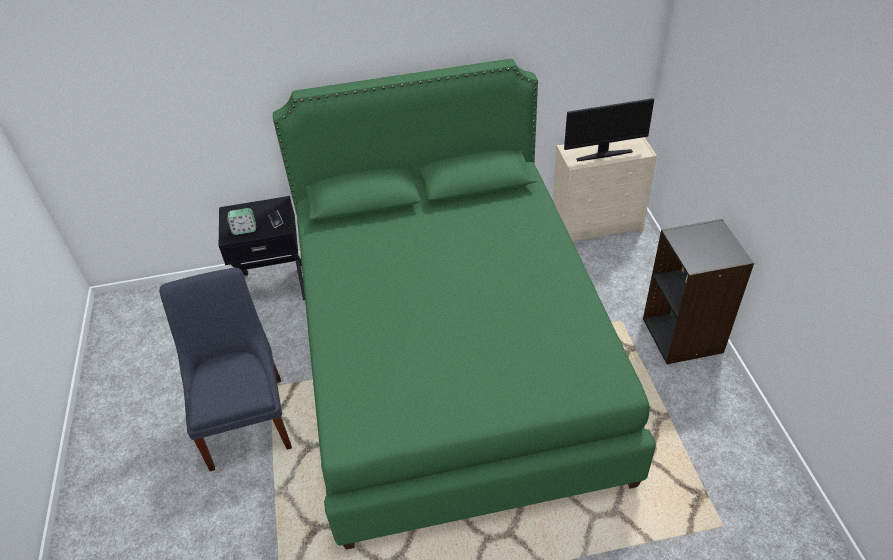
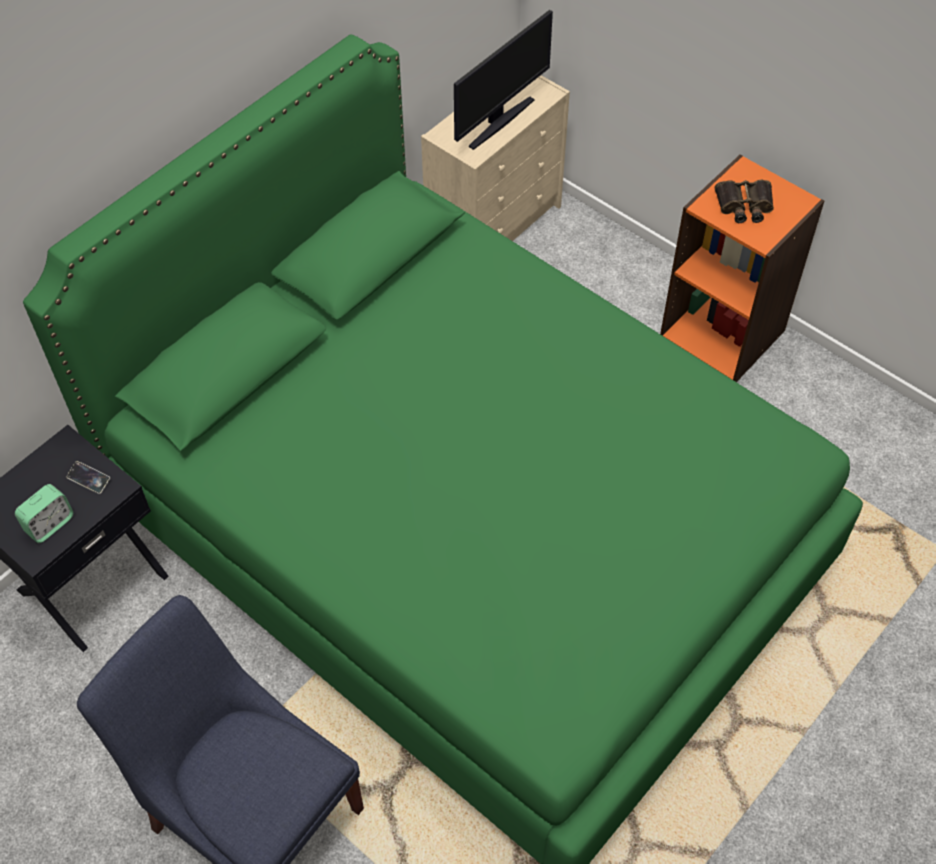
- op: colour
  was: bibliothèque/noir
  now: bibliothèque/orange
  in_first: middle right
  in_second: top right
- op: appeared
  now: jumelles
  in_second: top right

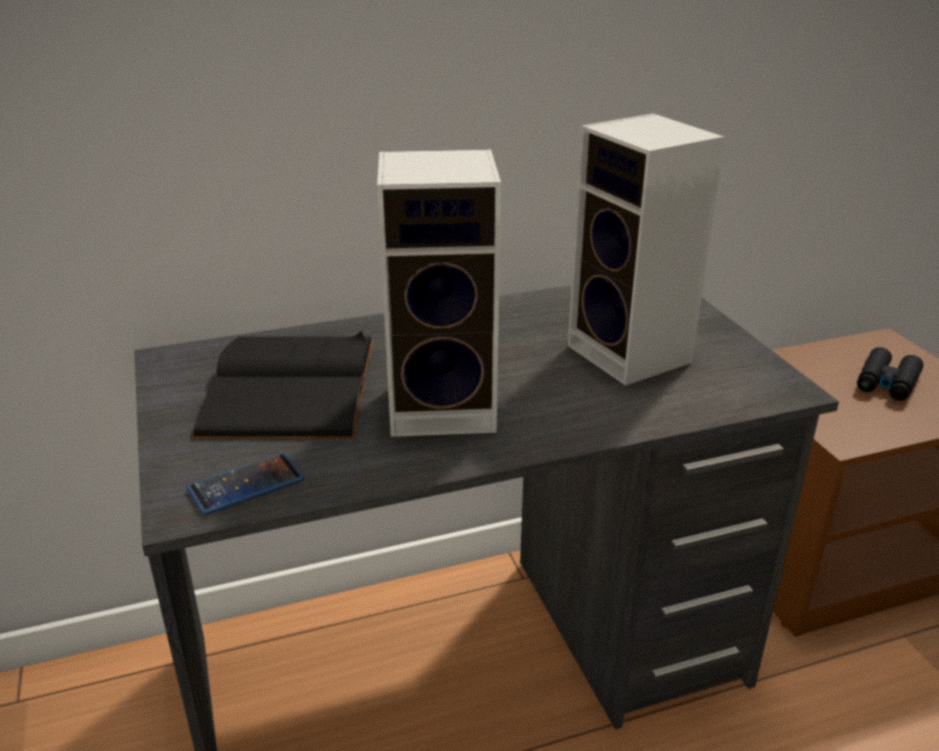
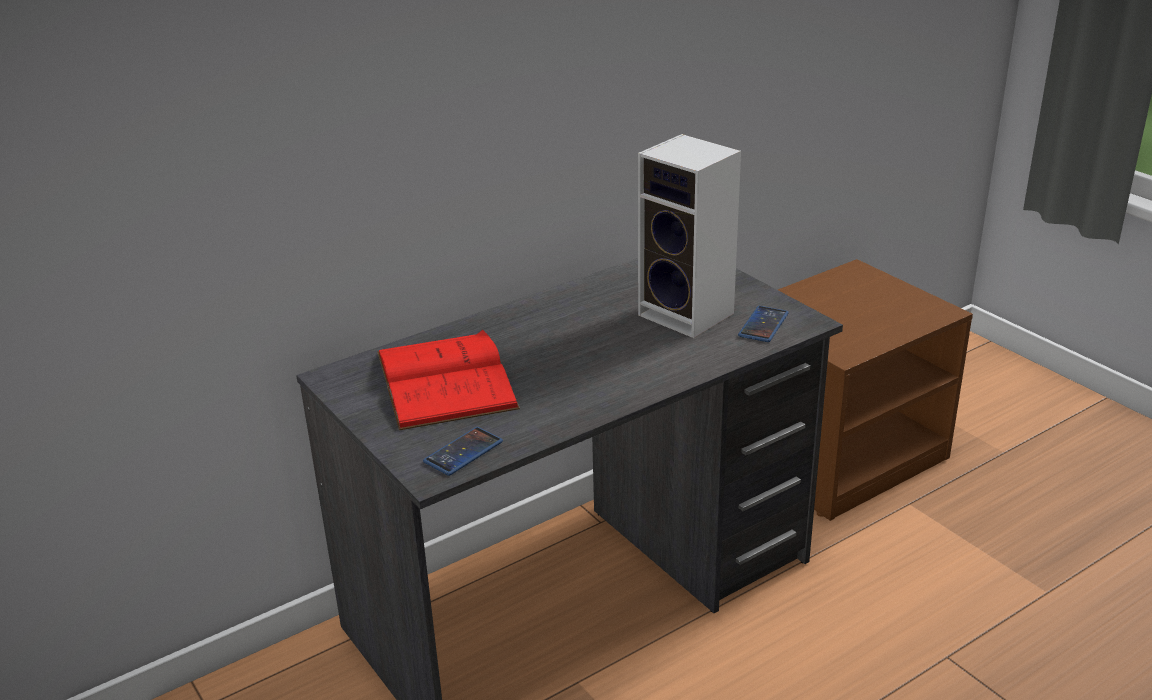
- op: missing
  was: enceinte (no. 1 from left)
  in_first: centre
- op: colour
  was: livre/noir
  now: livre/rouge
  in_first: middle left
  in_second: centre
- op: missing
  was: jumelles/noir
  in_first: middle right
- op: appeared
  now: téléphone (no. 2 from left)
  in_second: centre

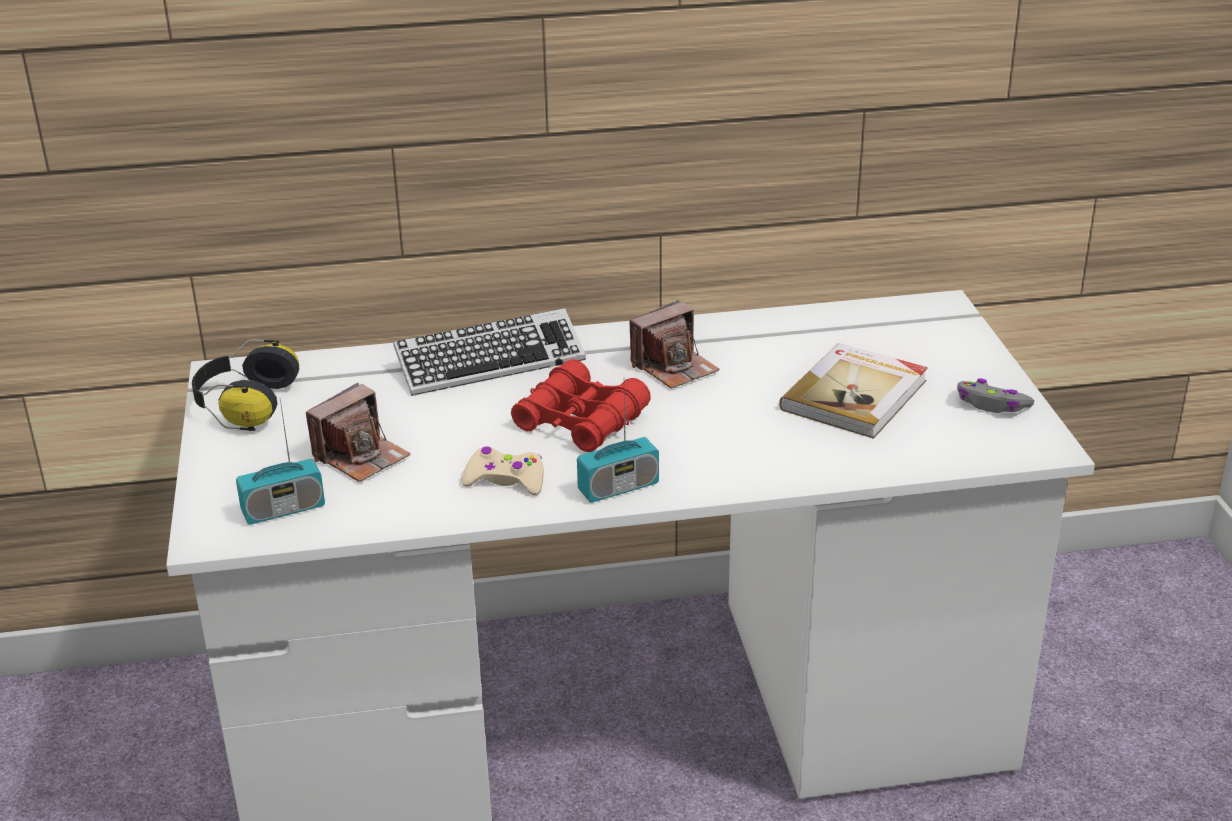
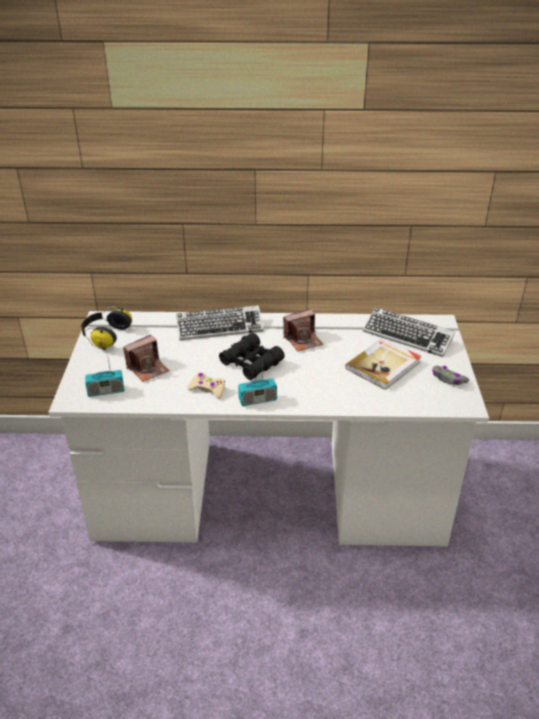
- op: colour
  was: jumelles/rouge
  now: jumelles/noir
  in_first: centre
  in_second: centre
- op: appeared
  now: clavier (no. 2 from left)
  in_second: middle right

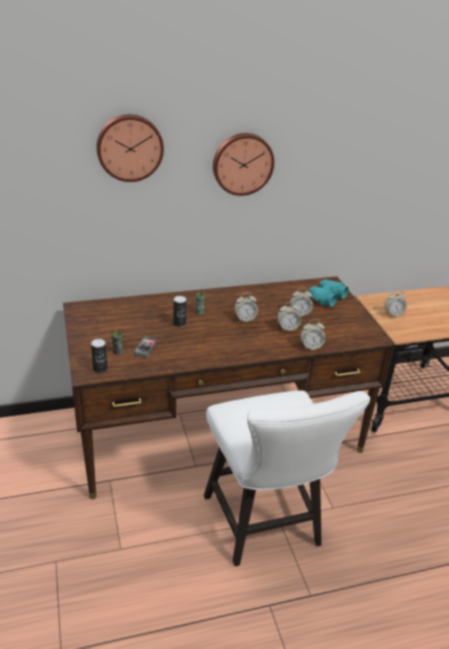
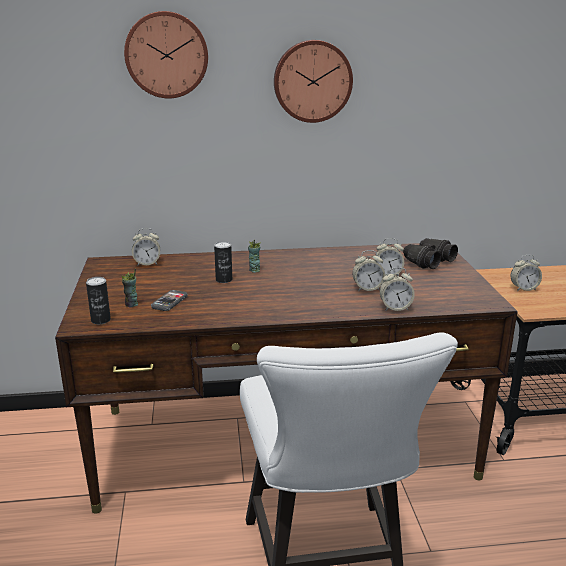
- op: colour
  was: jumelles/turquoise
  now: jumelles/noir
  in_first: middle right
  in_second: middle right
- op: relocated
  was: réveil (no. 1 from left)
  in_first: centre
  in_second: middle left

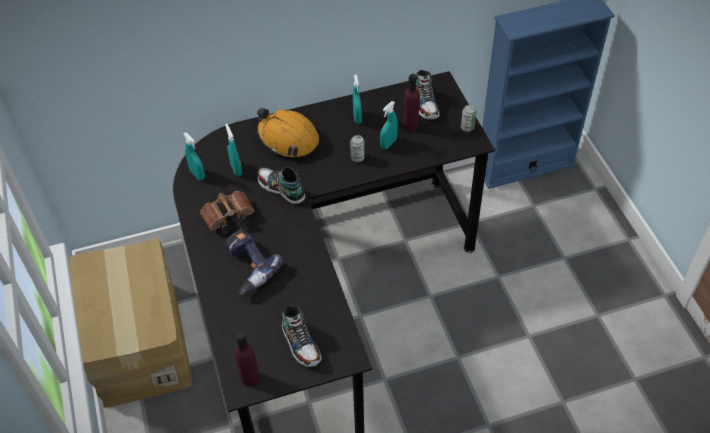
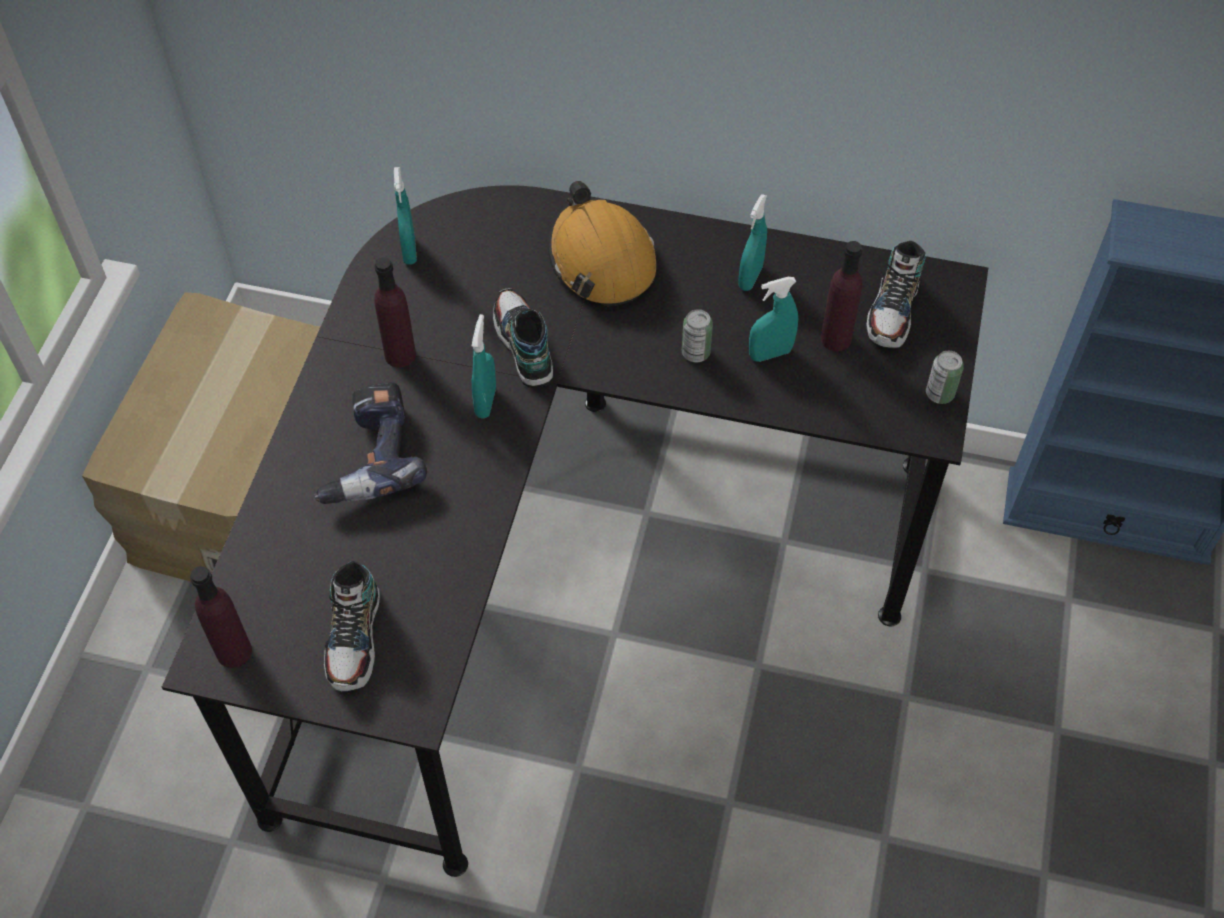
- op: relocated
  was: vaporisateur/turquoise (no. 2 from left)
  in_first: middle left
  in_second: centre
- op: exchanged
  was: jumelles/marron
  now: bouteille/violet (no. 2 from left)
  in_first: middle left
  in_second: middle left

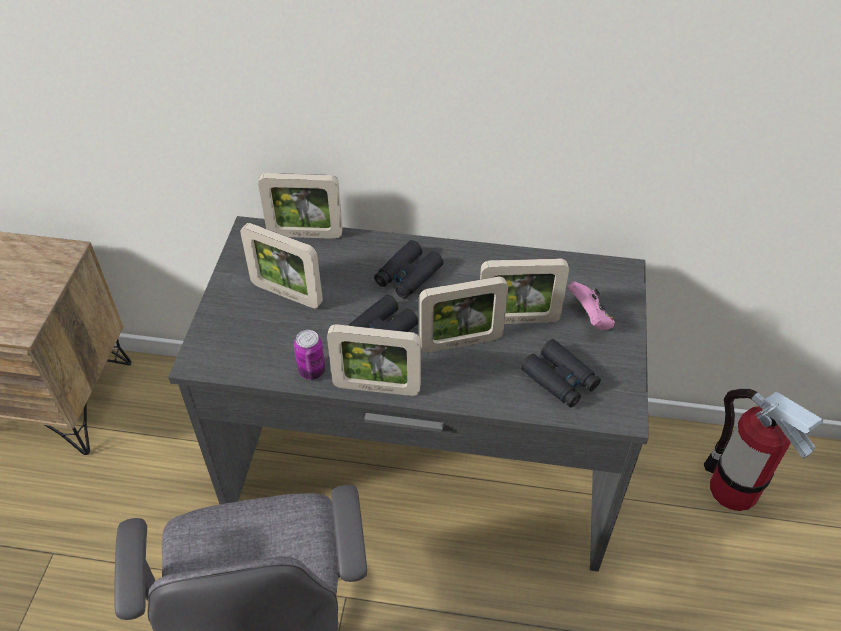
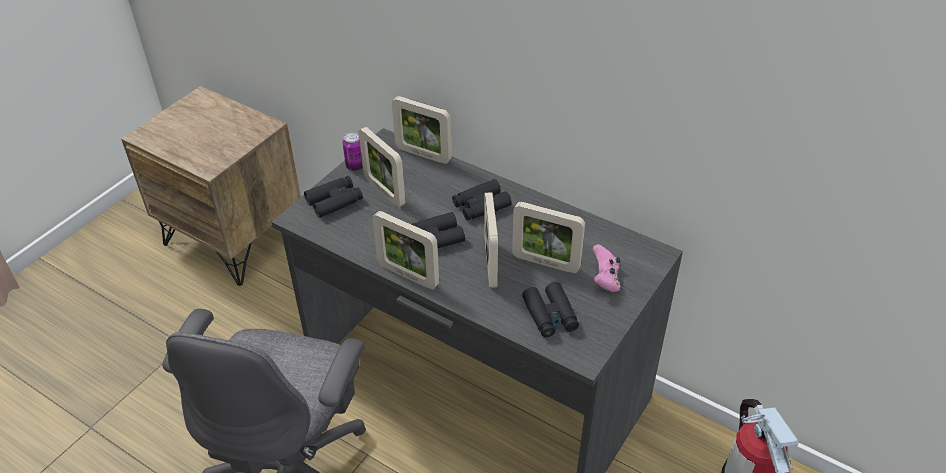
- op: spun
  was: cadre photo (no. 4 from left)
  in_first: centre
  in_second: centre
  clockwise: -105
- op: relocated
  was: boîte métallique
  in_first: centre
  in_second: top centre
- op: appeared
  now: jumelles/noir (no. 1 from left)
  in_second: centre

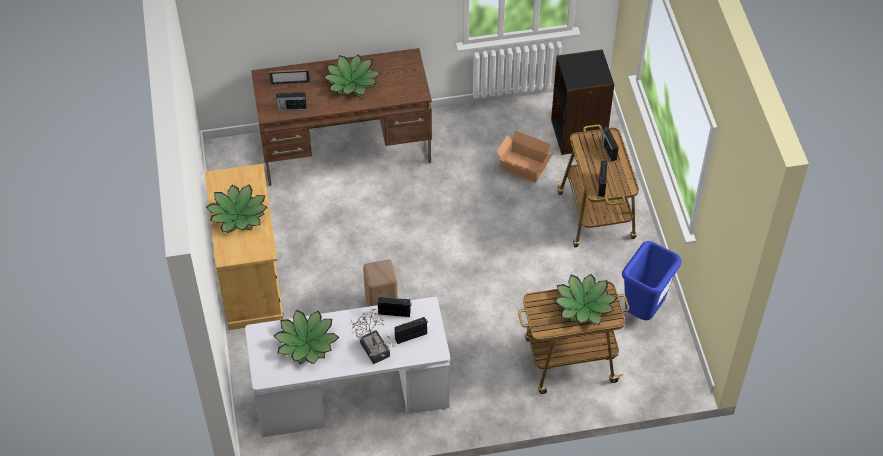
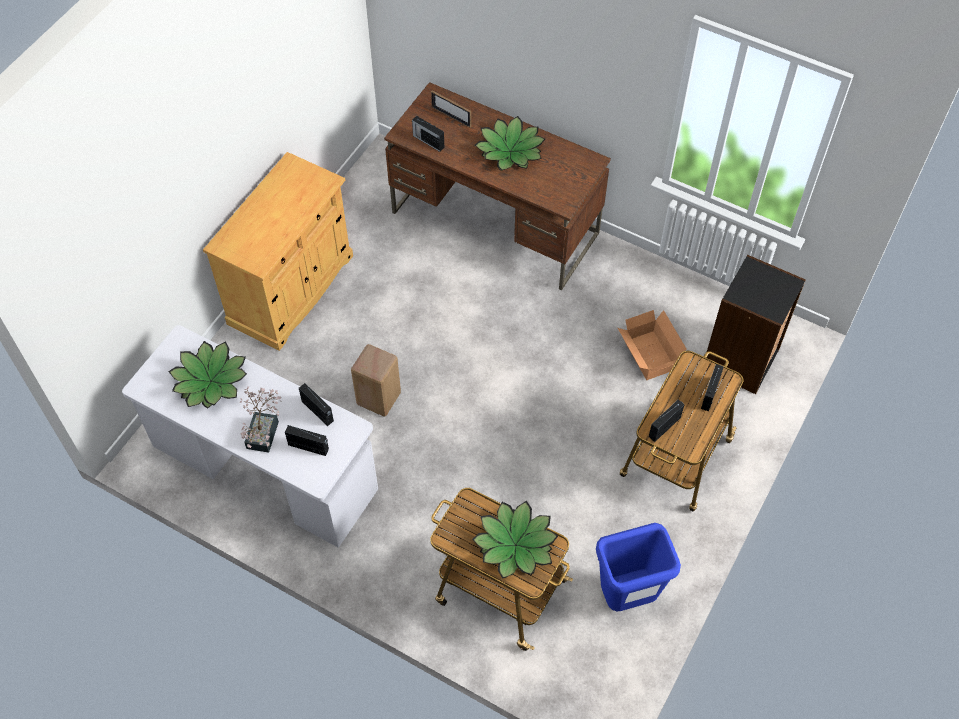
- op: missing
  was: plante en pot (no. 1 from left)
  in_first: middle left

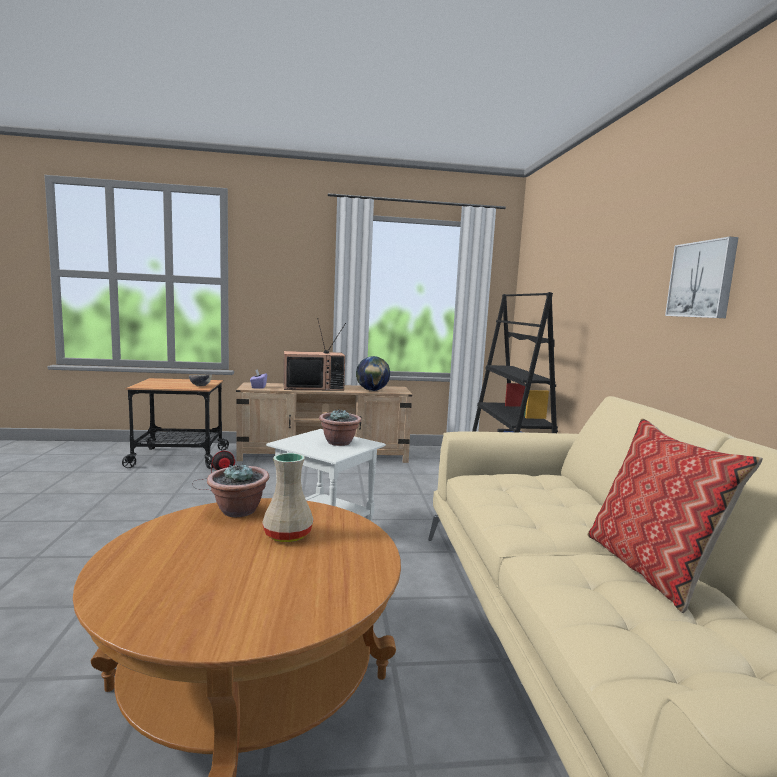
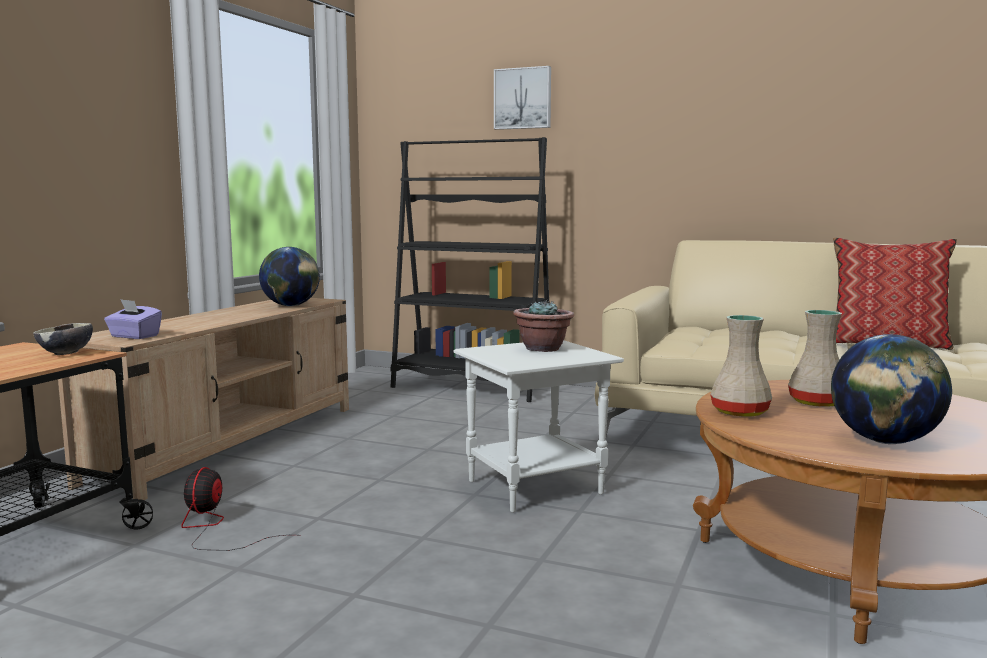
- op: relocated
  was: tableau
  in_first: middle right
  in_second: top centre
- op: missing
  was: téléviseur
  in_first: centre
- op: exchanged
  was: plante en pot (no. 1 from left)
  now: vase/beige (no. 1 from left)
  in_first: middle left
  in_second: middle right
- op: appeared
  now: globe (no. 2 from left)
  in_second: middle right

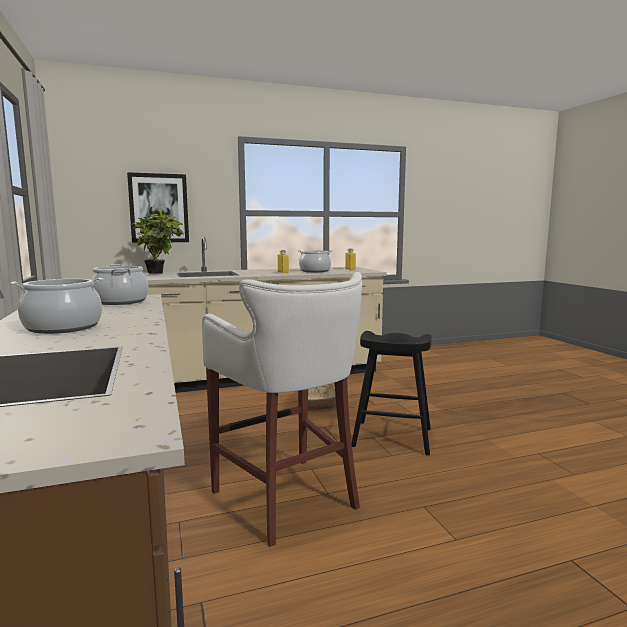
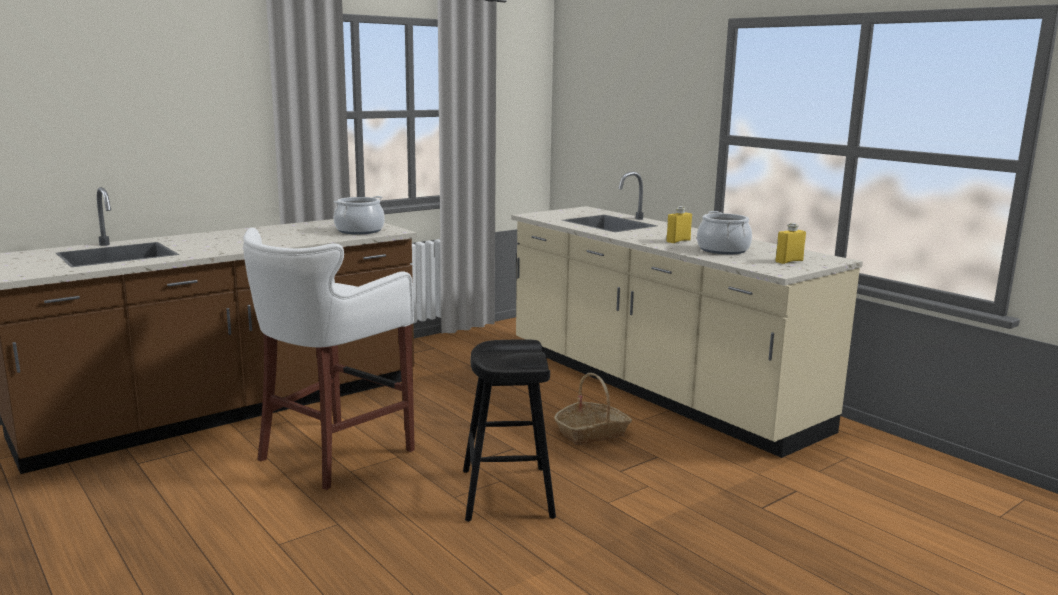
- op: missing
  was: tableau
  in_first: top left
- op: missing
  was: plante en pot
  in_first: middle left
- op: missing
  was: marmite (no. 1 from left)
  in_first: middle left

